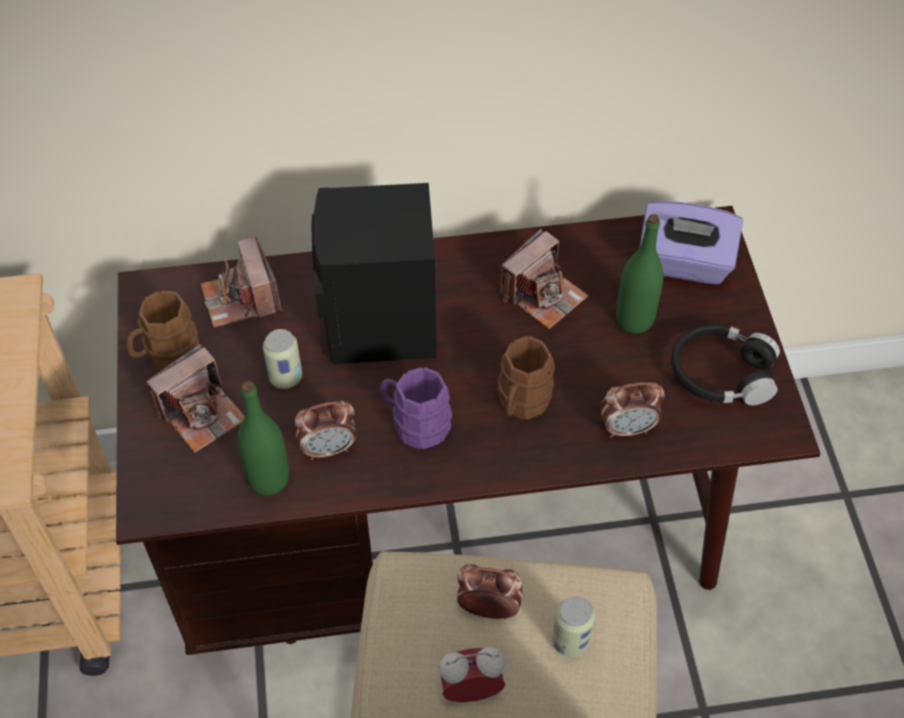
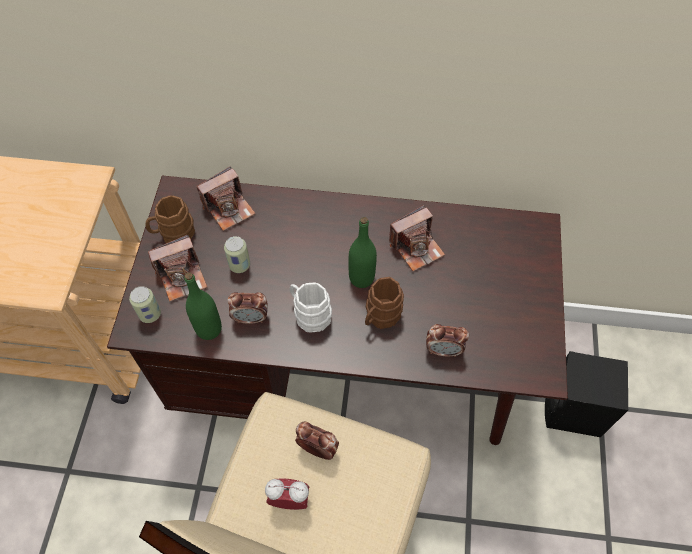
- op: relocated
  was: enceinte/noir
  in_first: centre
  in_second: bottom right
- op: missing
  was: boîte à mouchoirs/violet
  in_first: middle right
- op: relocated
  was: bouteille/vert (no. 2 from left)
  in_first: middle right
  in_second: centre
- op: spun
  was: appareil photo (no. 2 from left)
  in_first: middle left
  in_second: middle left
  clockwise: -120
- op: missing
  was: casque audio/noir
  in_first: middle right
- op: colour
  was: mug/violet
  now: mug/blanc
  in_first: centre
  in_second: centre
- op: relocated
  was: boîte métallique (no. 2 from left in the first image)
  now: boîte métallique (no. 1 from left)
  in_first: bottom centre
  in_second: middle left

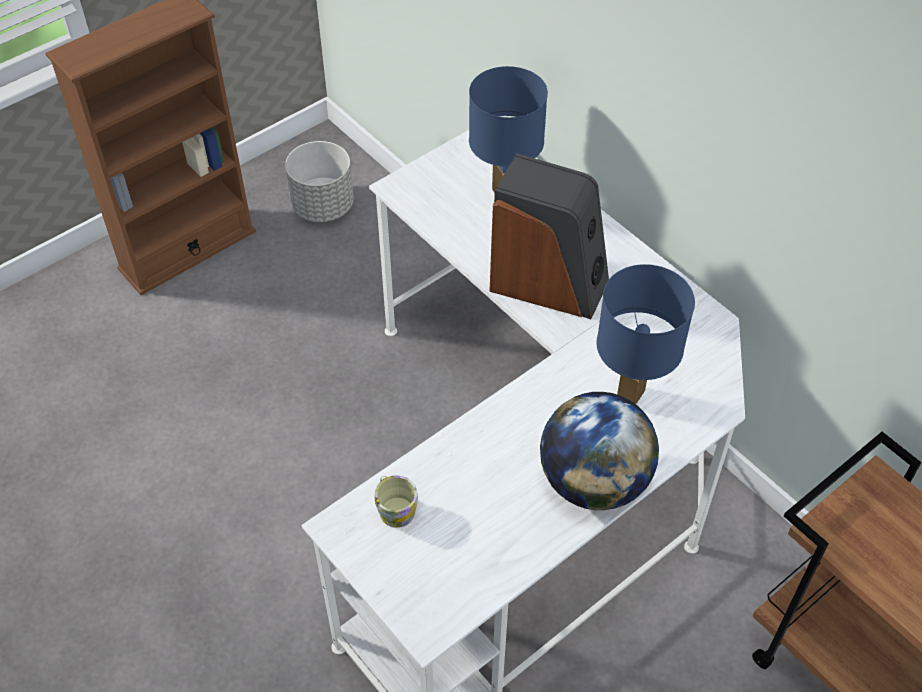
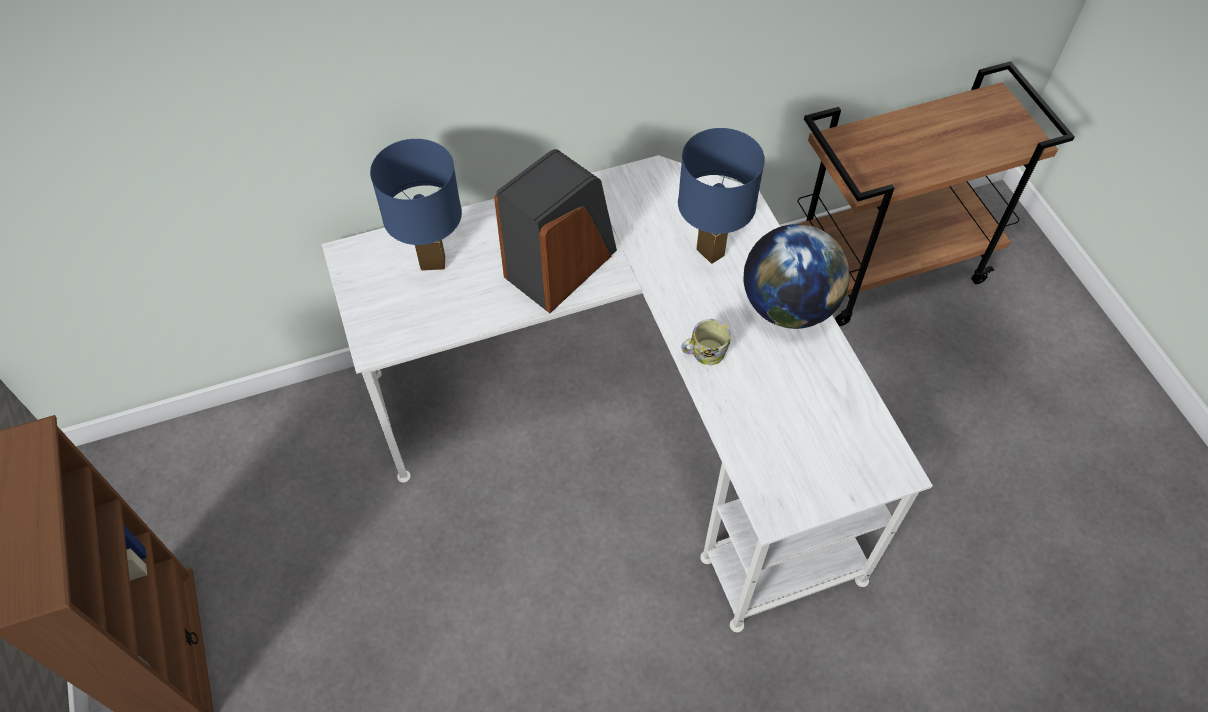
- op: missing
  was: cache-pot/gris
  in_first: top centre
- op: relocated
  was: mug
  in_first: bottom centre
  in_second: centre

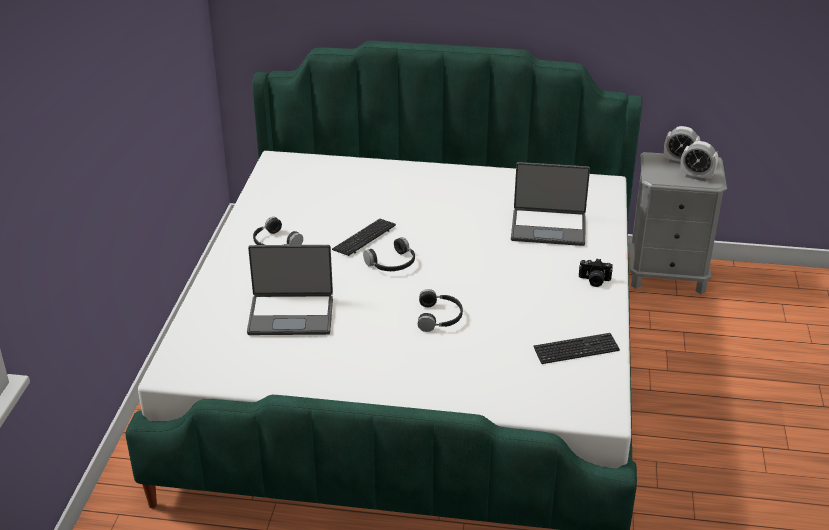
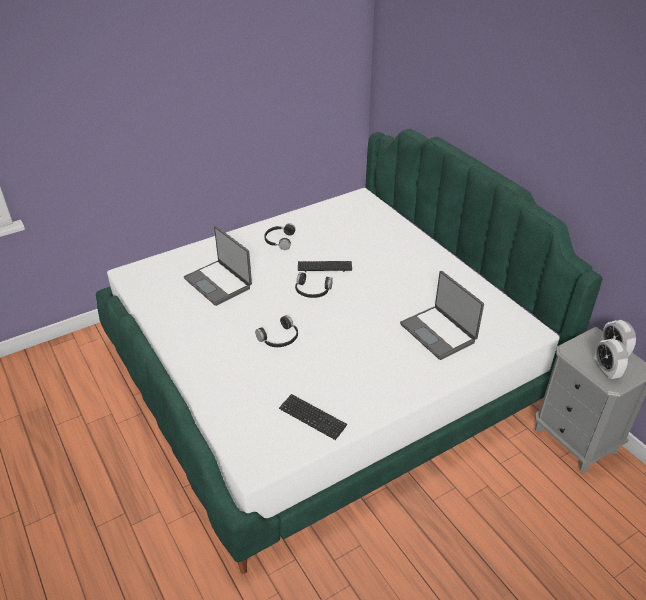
- op: missing
  was: appareil photo
  in_first: middle right

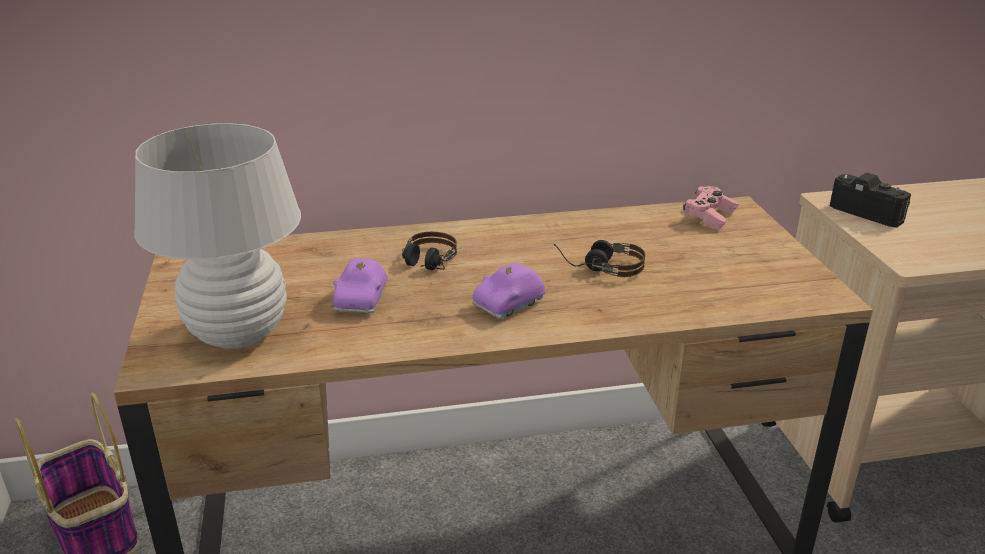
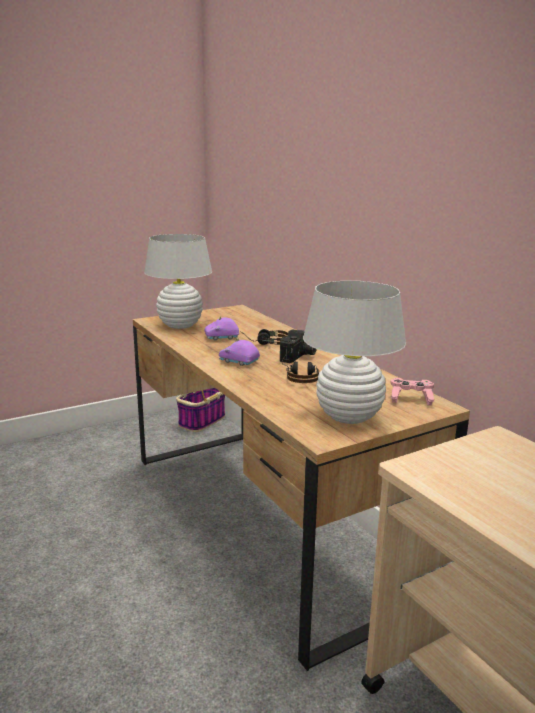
- op: relocated
  was: appareil photo
  in_first: middle right
  in_second: centre
- op: appeared
  now: lampe de table/blanc (no. 2 from left)
  in_second: centre

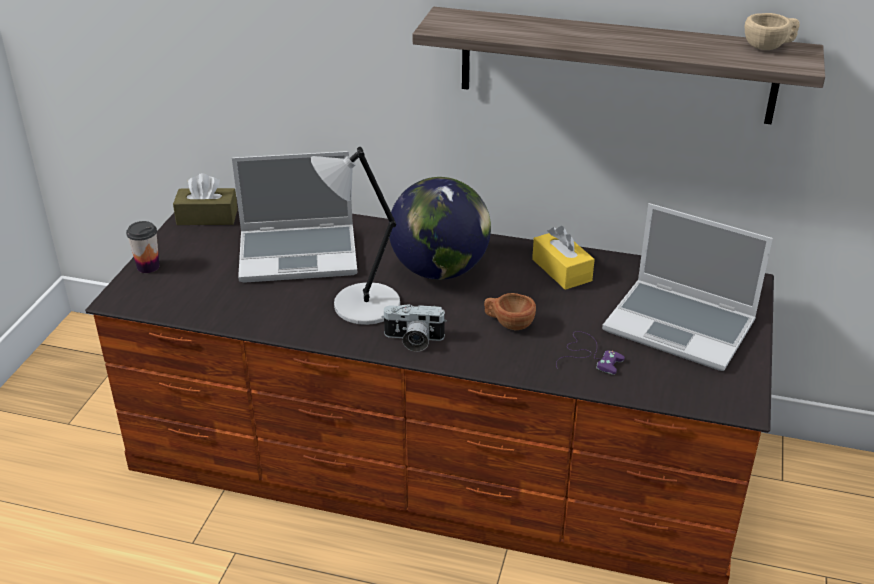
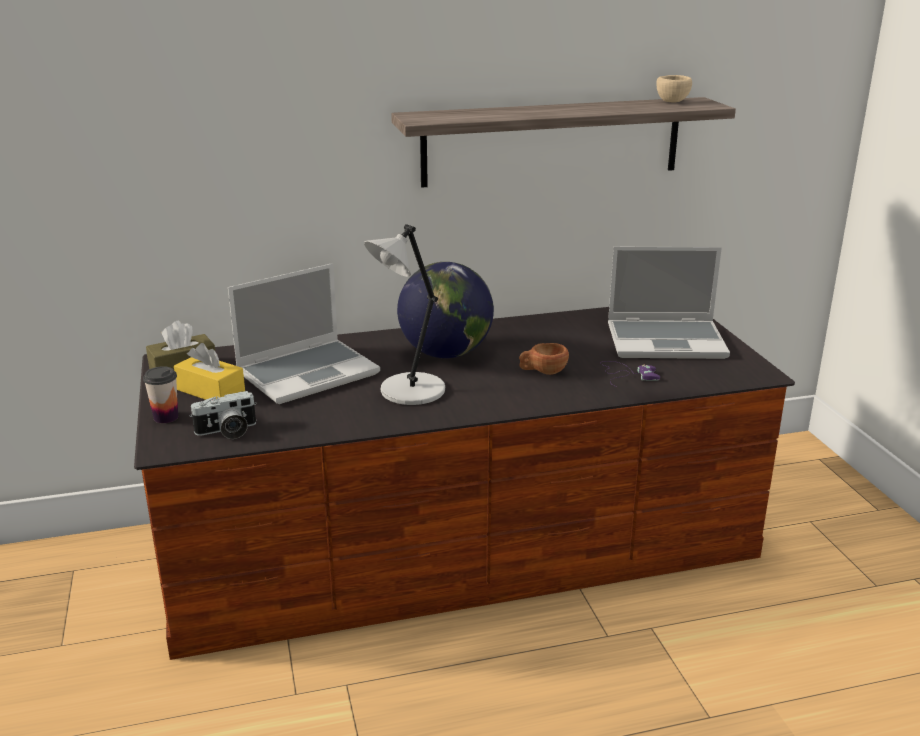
- op: relocated
  was: boîte à mouchoirs/jaune
  in_first: centre
  in_second: middle left
- op: relocated
  was: appareil photo
  in_first: centre
  in_second: middle left

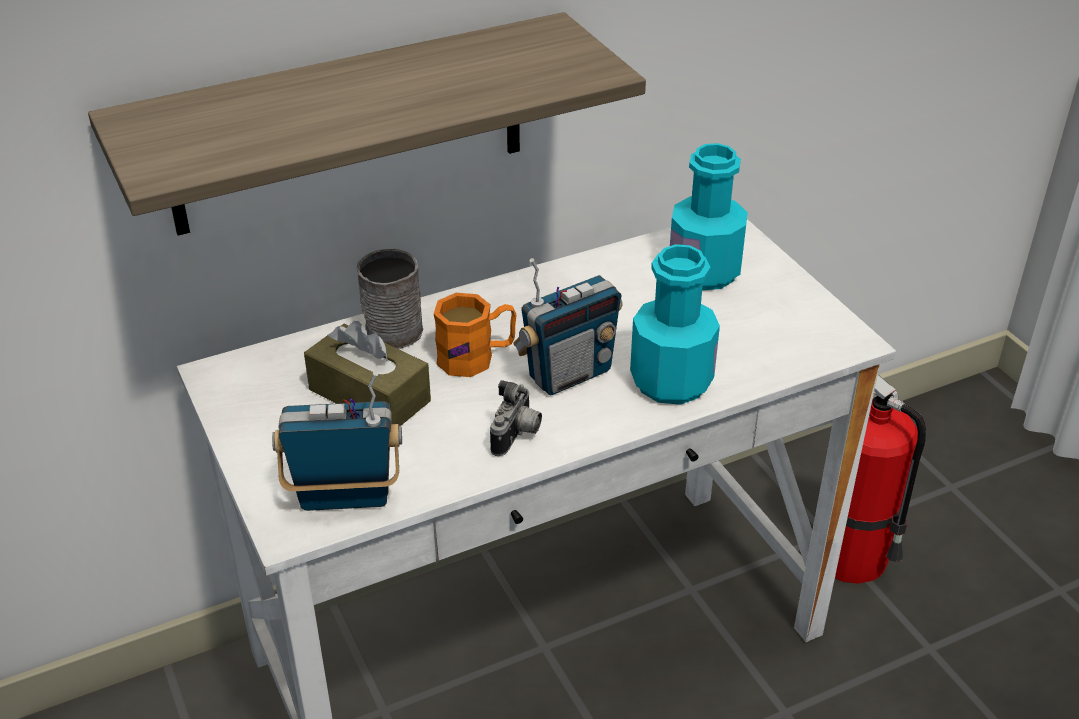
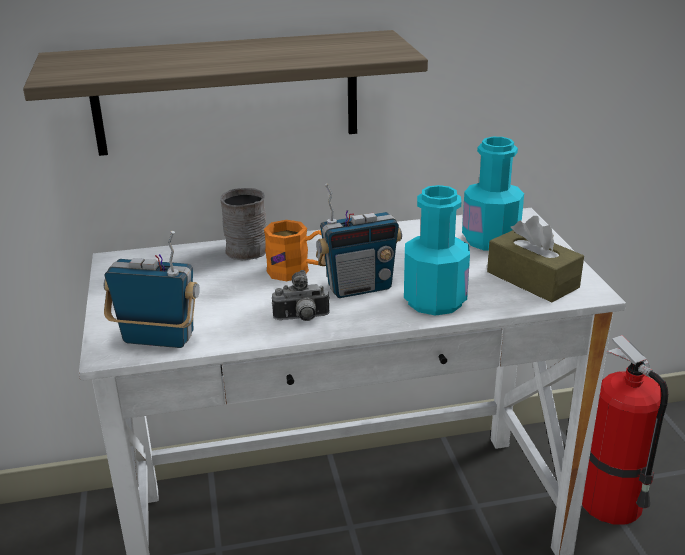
- op: relocated
  was: boîte à mouchoirs/marron
  in_first: centre
  in_second: middle right
- op: spun
  was: appareil photo
  in_first: centre
  in_second: centre
  clockwise: 45

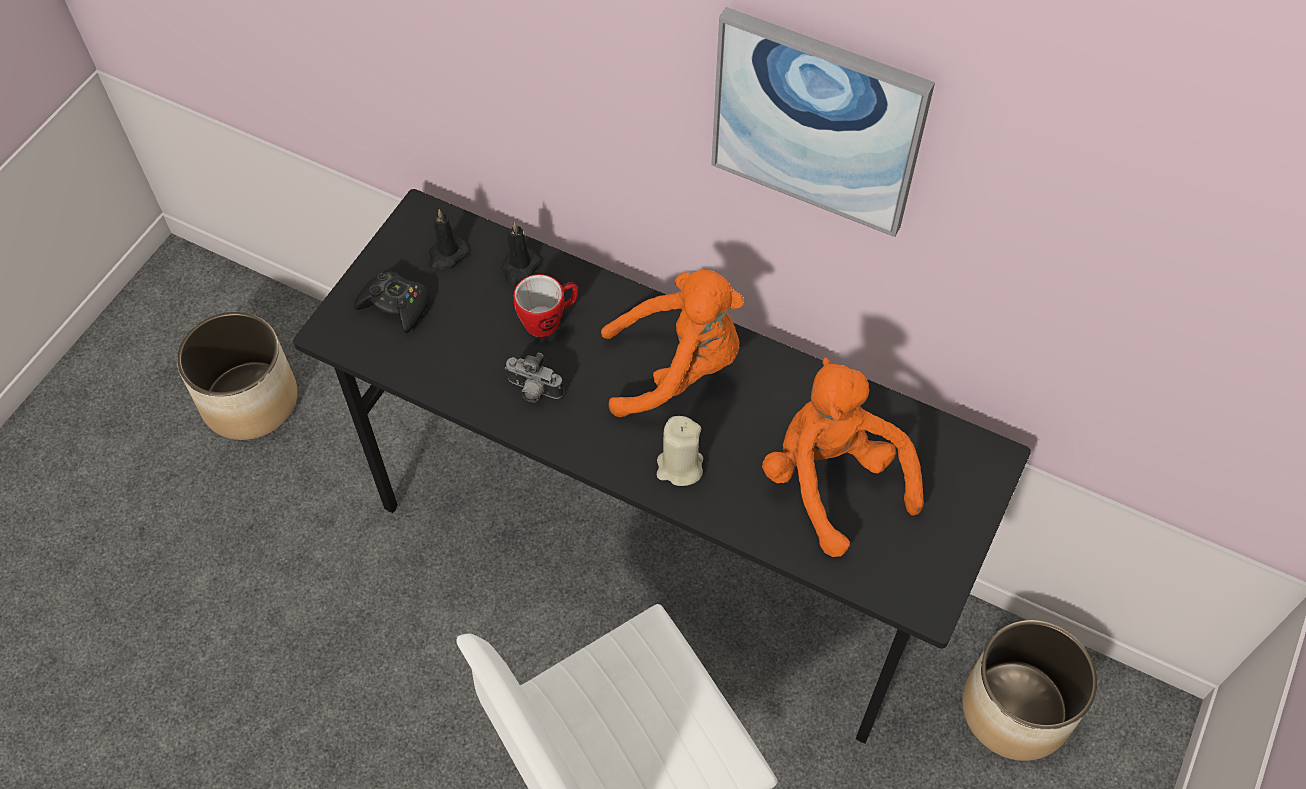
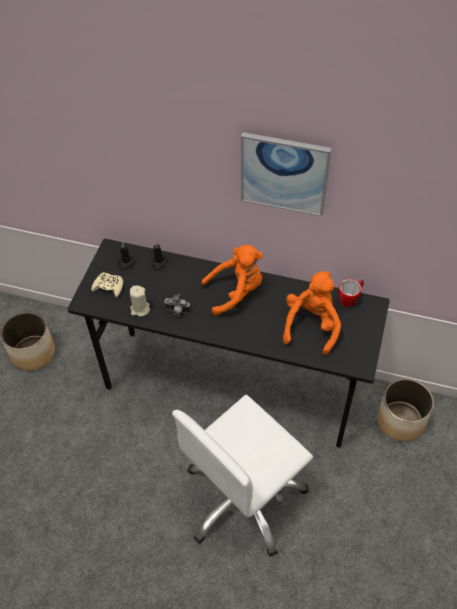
- op: colour
  was: manette/noir
  now: manette/beige
  in_first: middle left
  in_second: middle left
- op: relocated
  was: mug
  in_first: centre
  in_second: middle right
- op: spun
  was: peluche/orange (no. 2 from left)
  in_first: centre
  in_second: middle right
  clockwise: 60
- op: relocated
  was: bougie/beige
  in_first: centre
  in_second: middle left

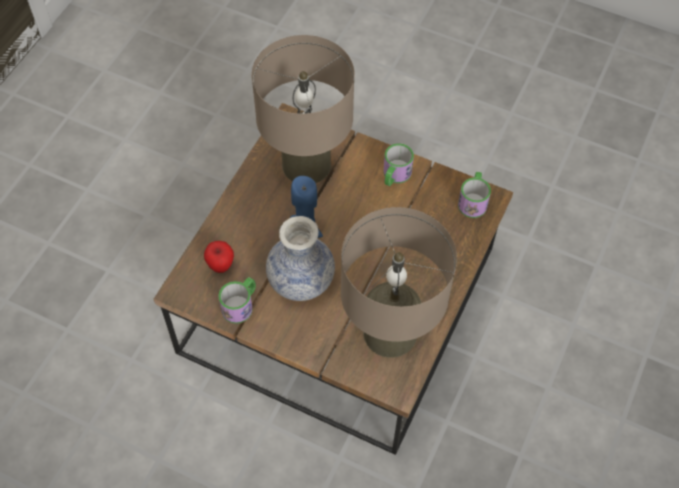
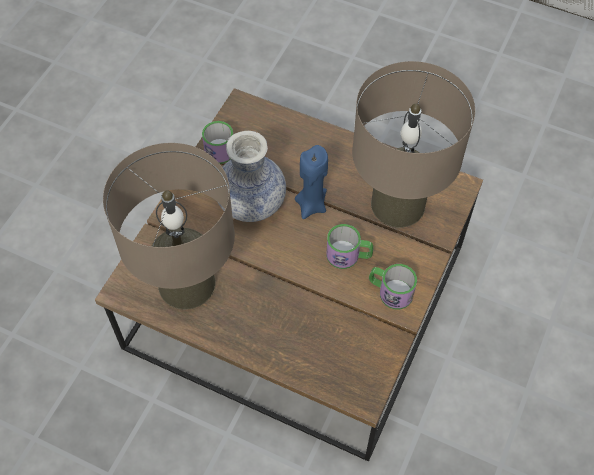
- op: relocated
  was: mug (no. 3 from left in the first image)
  now: mug (no. 2 from left)
  in_first: middle right
  in_second: centre
- op: missing
  was: pomme
  in_first: middle left

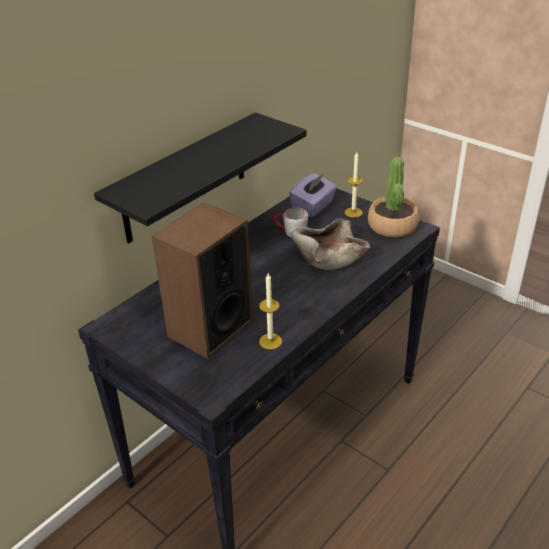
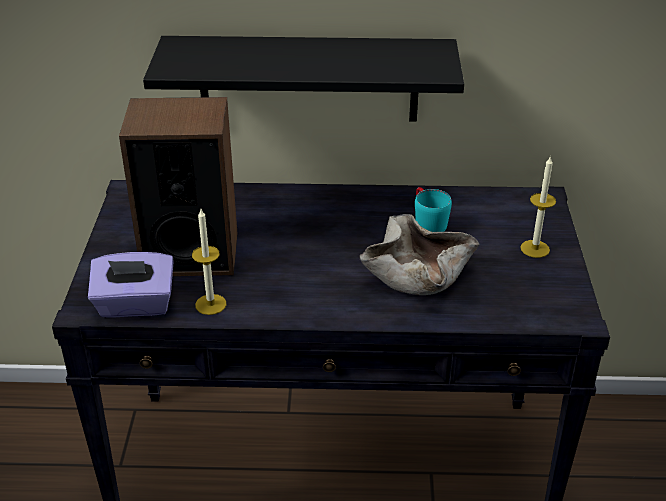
- op: missing
  was: plante en pot
  in_first: middle right
- op: relocated
  was: boîte à mouchoirs/violet
  in_first: centre
  in_second: middle left
- op: colour
  was: mug/gris
  now: mug/turquoise
  in_first: centre
  in_second: centre

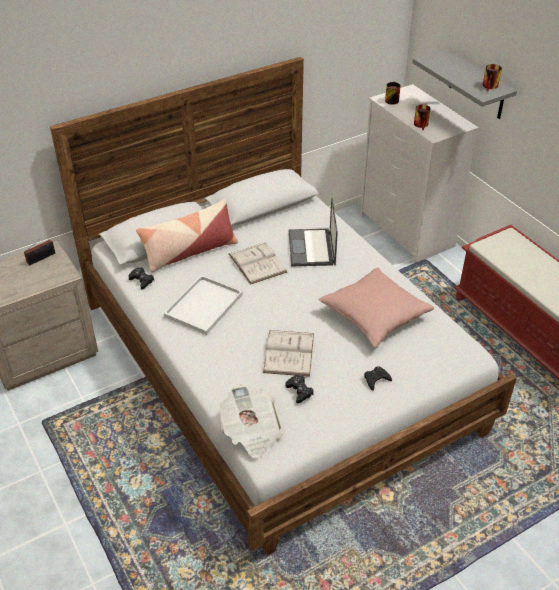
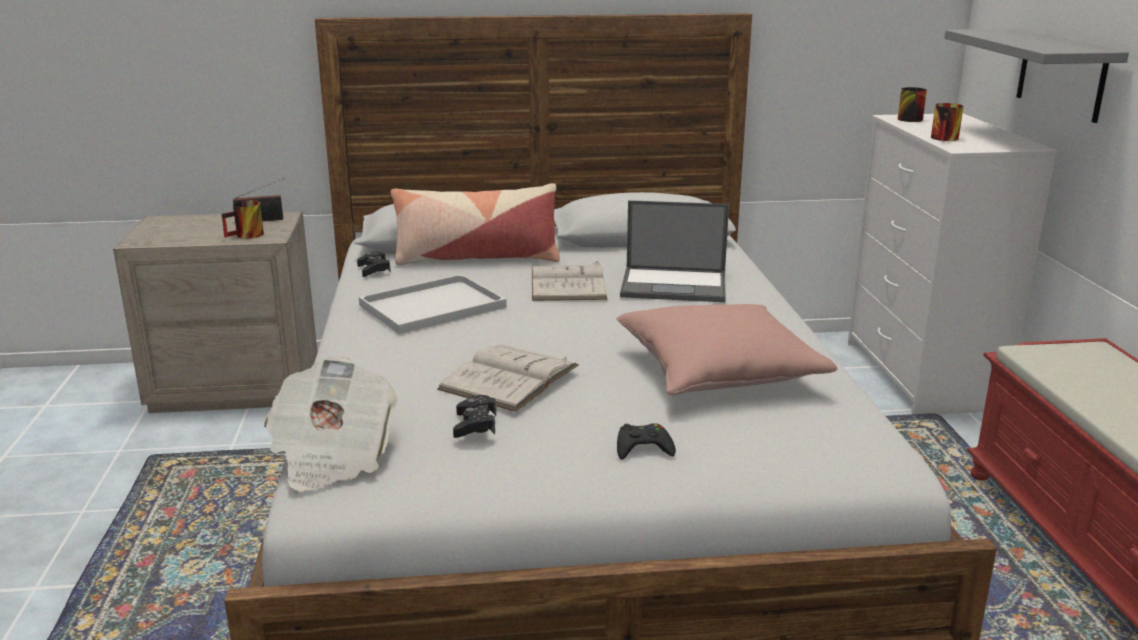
- op: relocated
  was: mug (no. 3 from left in the first image)
  now: mug (no. 1 from left)
  in_first: top right
  in_second: middle left
- op: spun
  was: ordinateur portable
  in_first: centre
  in_second: centre
  clockwise: -105

